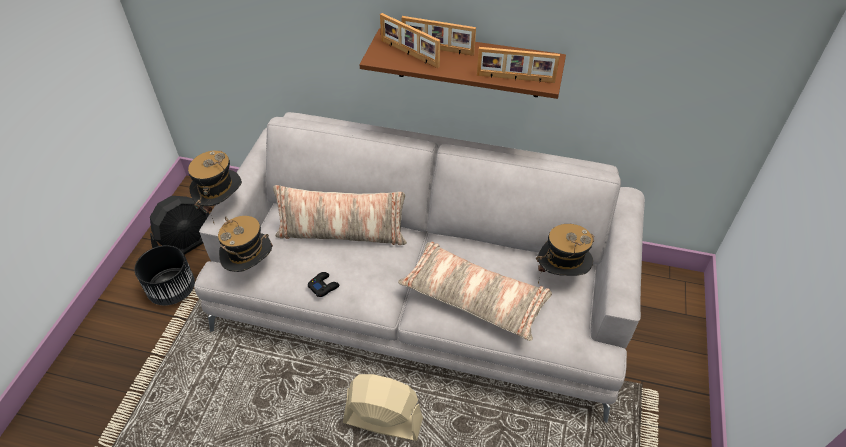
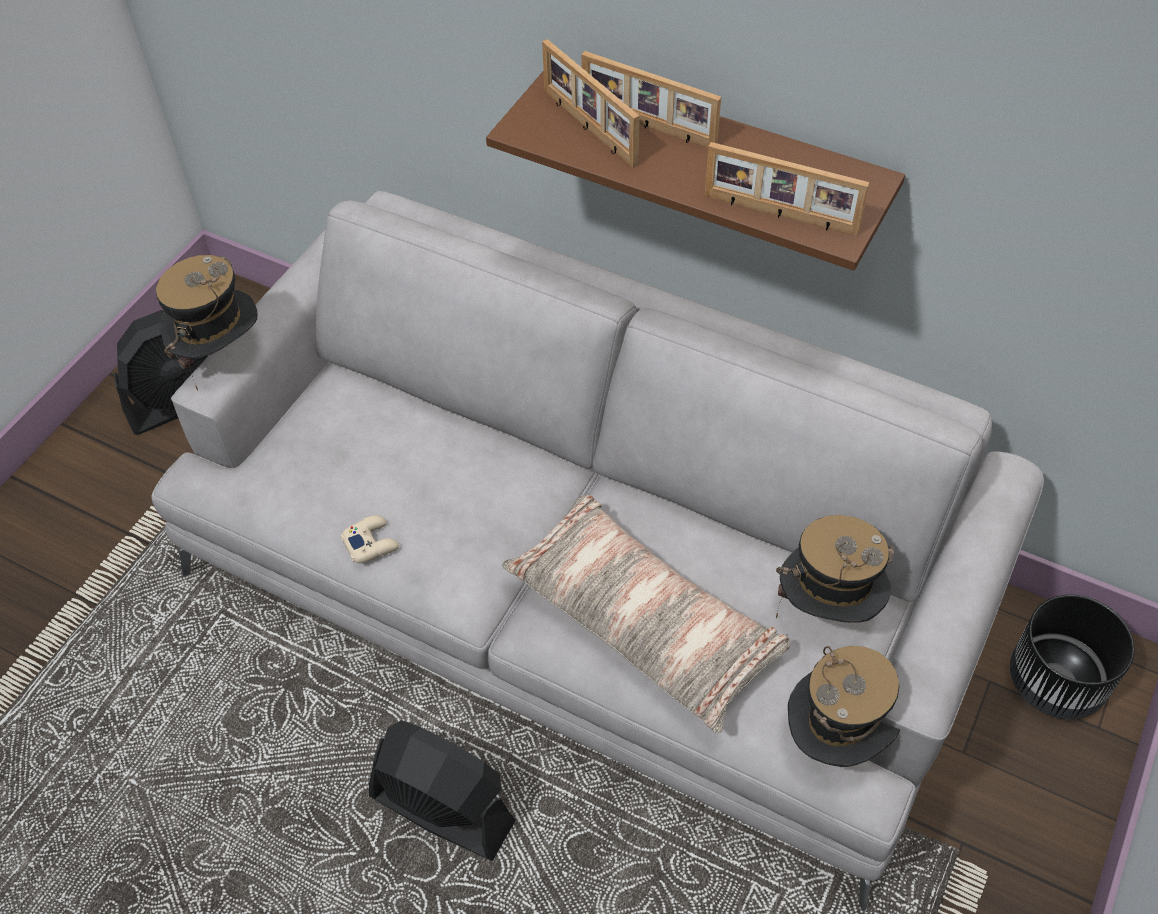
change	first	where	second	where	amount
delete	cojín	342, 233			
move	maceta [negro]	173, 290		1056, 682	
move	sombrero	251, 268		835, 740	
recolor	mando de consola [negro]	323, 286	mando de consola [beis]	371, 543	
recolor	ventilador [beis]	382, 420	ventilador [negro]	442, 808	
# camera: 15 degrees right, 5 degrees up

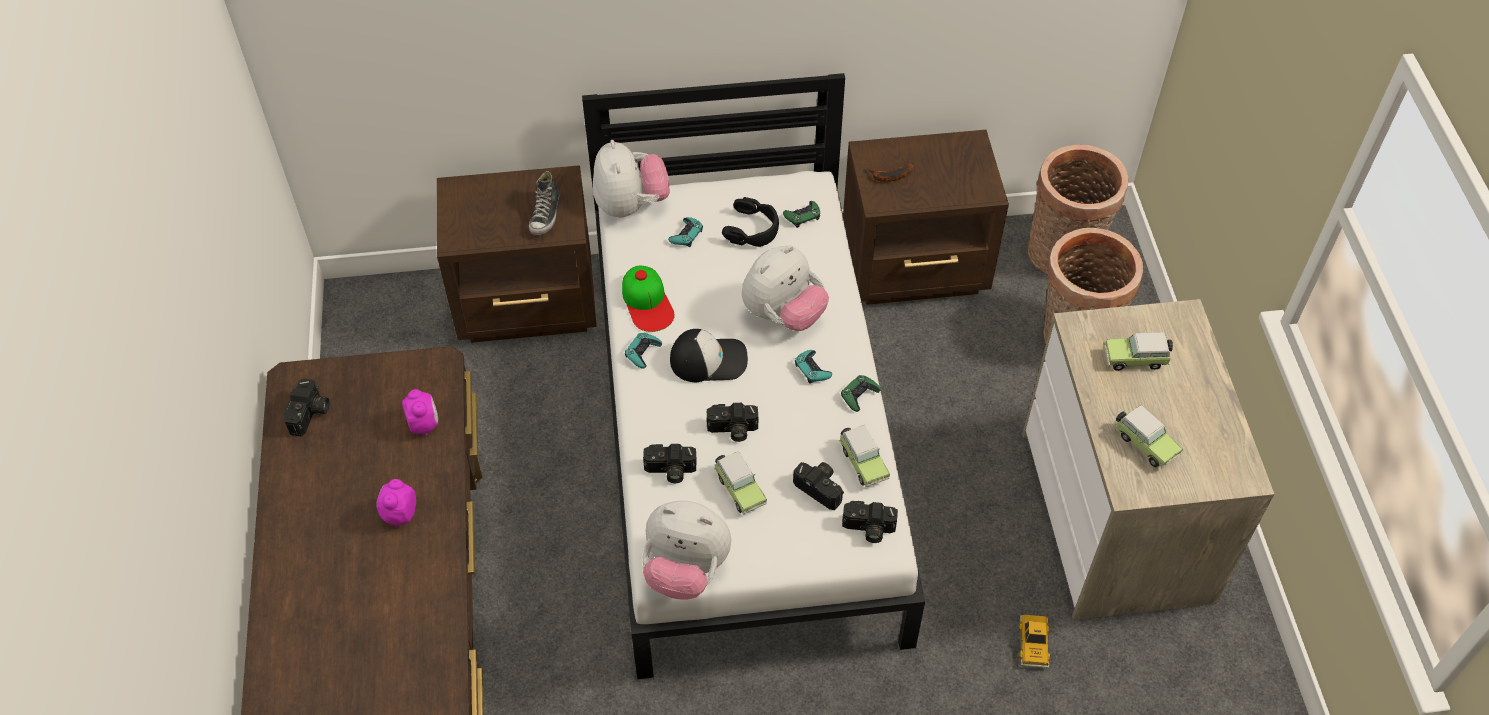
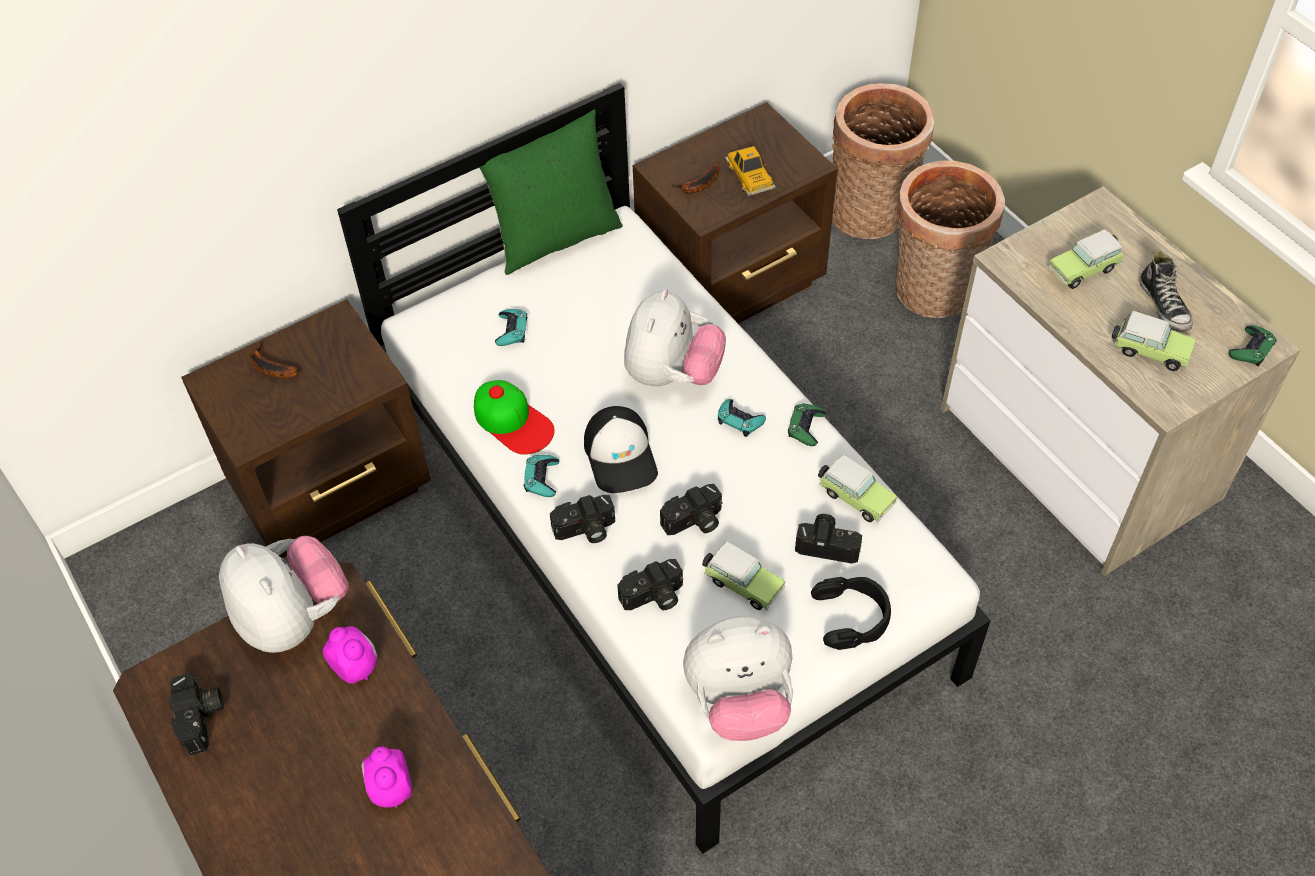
change	first	where	second	where	amount
insert			plátano	269, 367	
insert			cojín [verde]	554, 237	
move	zapato	545, 215		1164, 306	
move	peluche	631, 205		294, 618	
move	auriculares [negro]	752, 229		852, 617	
move	mando de consola [verde]	802, 216		1251, 349	
move	cámara	868, 529		585, 531	
move	coche de juguete	1033, 644		750, 176	
rotate	gorra	709, 359		621, 456	105 degrees clockwise
# camera: 25 degrees left, 0 degrees up

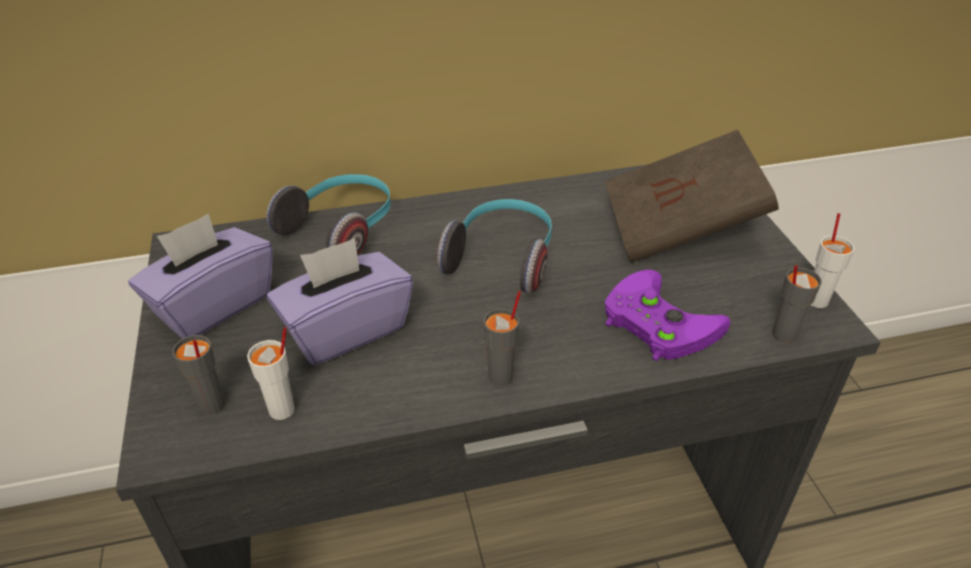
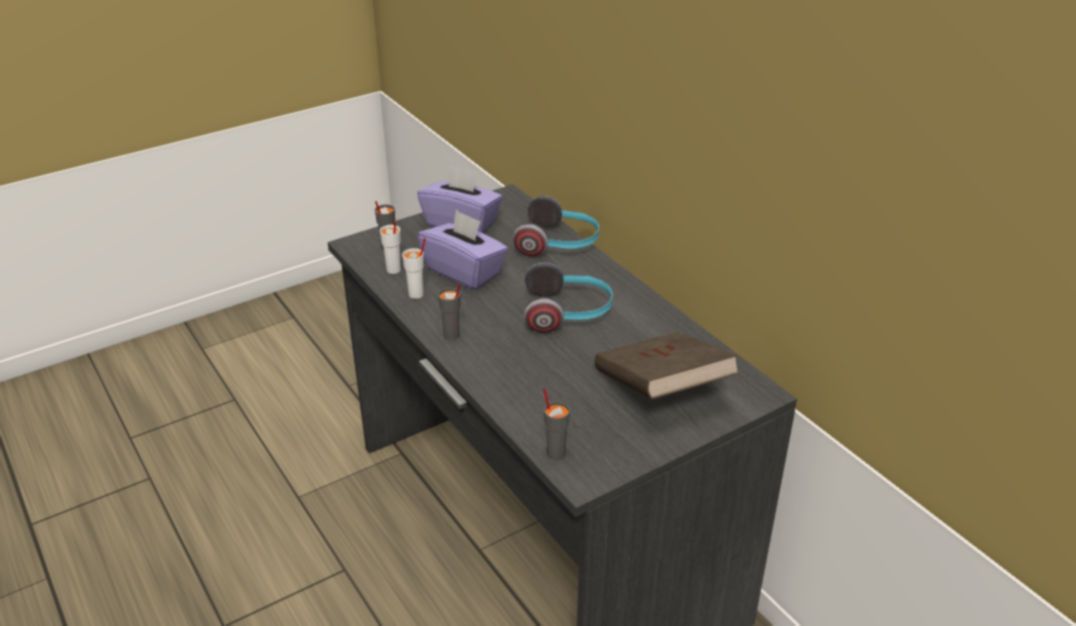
change	first	where	second	where	amount
delete	mando de consola [morado]	655, 321			
move	taza [blanco]	817, 300		416, 294	
# camera: 70 degrees right, 5 degrees down

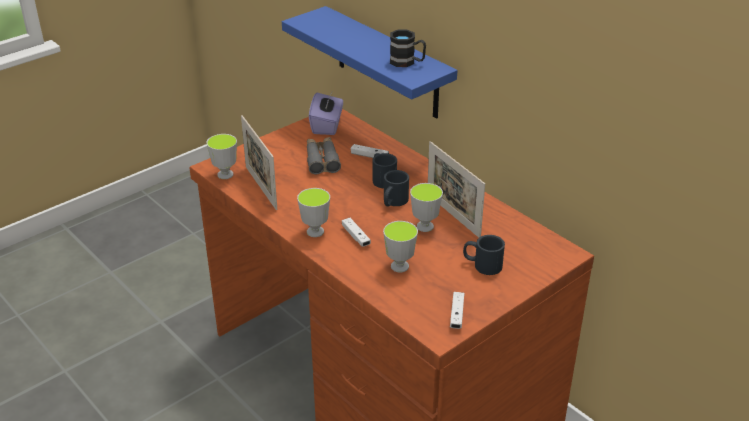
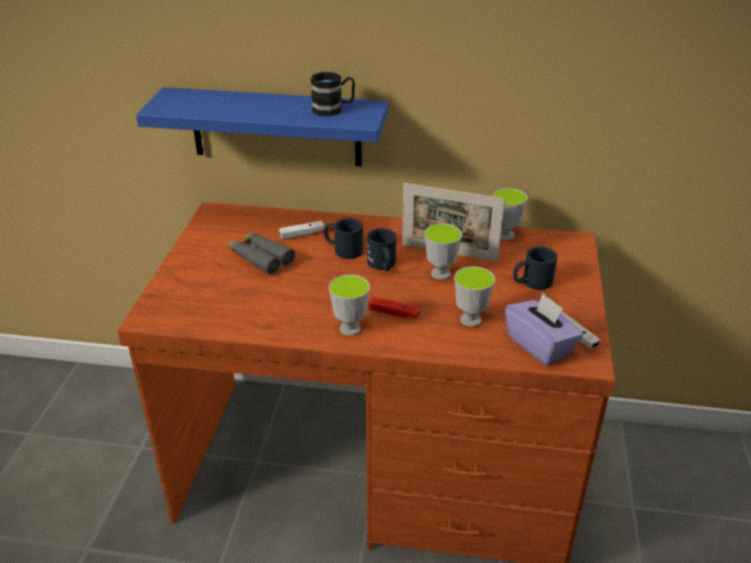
change	first	where	second	where	amount
delete	portarretratos	261, 187			
move	taza	225, 174		505, 235	
move	caja de pañuelos [morado]	327, 125		540, 345	
recolor	mando de consola [blanco]	356, 236	mando de consola [rojo]	394, 313	
# camera: 40 degrees left, 0 degrees up

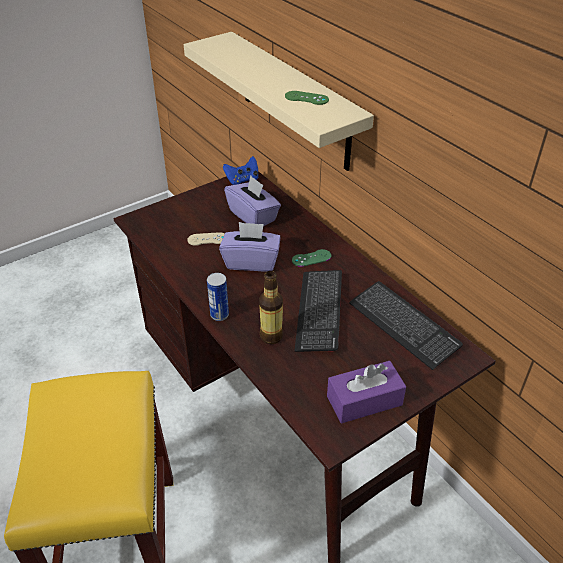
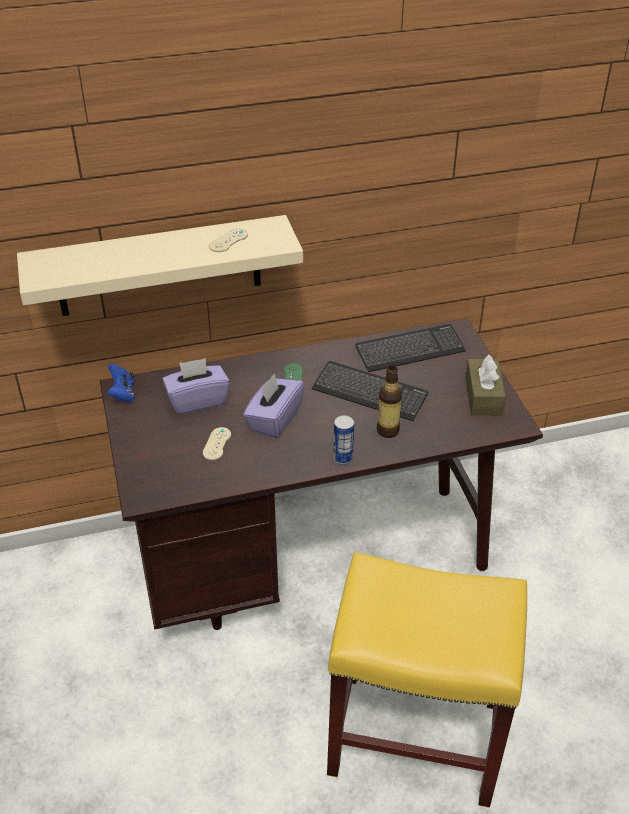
change	first	where	second	where	amount
recolor	mando de consola [verde]	306, 98	mando de consola [beis]	228, 240	
recolor	caja de pañuelos [morado]	364, 400	caja de pañuelos [marrón]	483, 396	
# camera: 70 degrees left, 0 degrees up

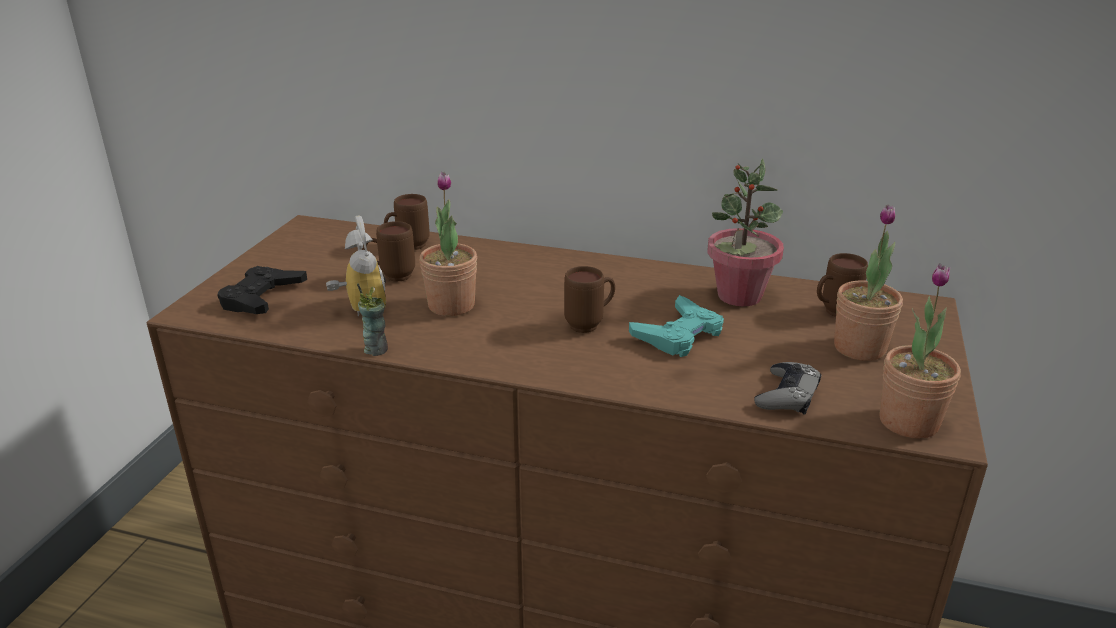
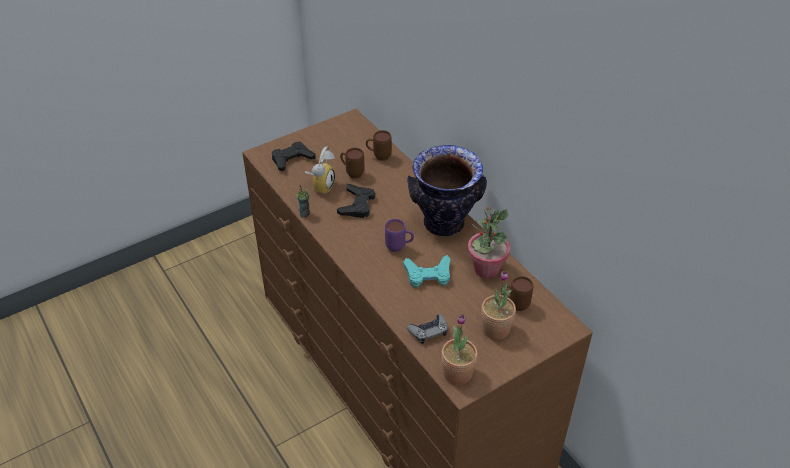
change	first	where	second	where	amount
insert			florero	444, 224	
replace	planta en maceta	451, 305	mando de consola [negro]	357, 204	
recolor	taza grande [marrón]	590, 324	taza grande [morado]	399, 248	
# camera: 40 degrees right, 15 degrees up

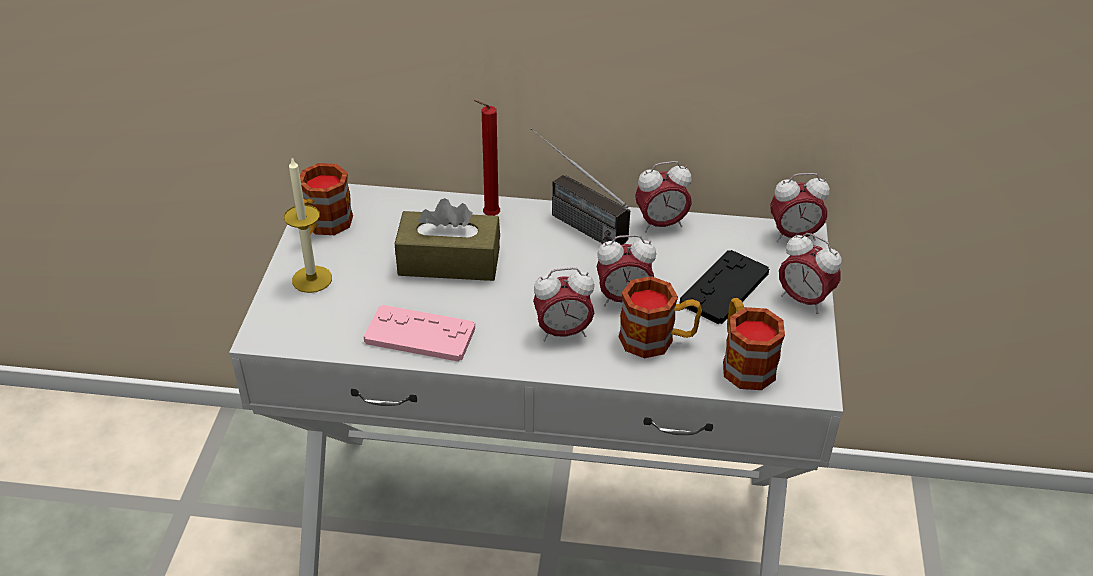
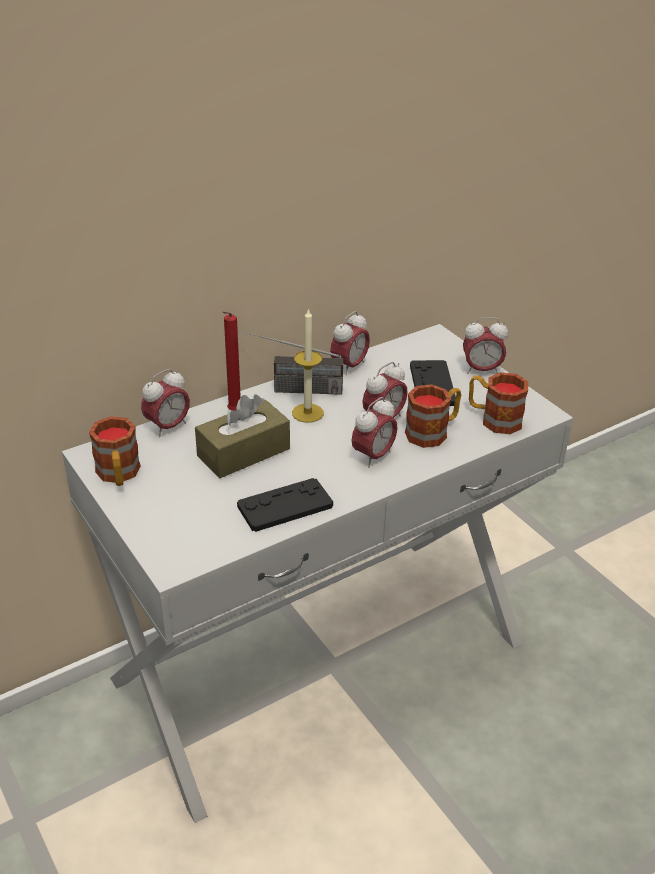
change	first	where	second	where	amount
move	vela	312, 279		307, 413	
move	despertador	793, 235		168, 427	
recolor	mando de consola [rosa]	420, 335	mando de consola [negro]	285, 506	
# camera: 40 degrees left, 5 degrees down

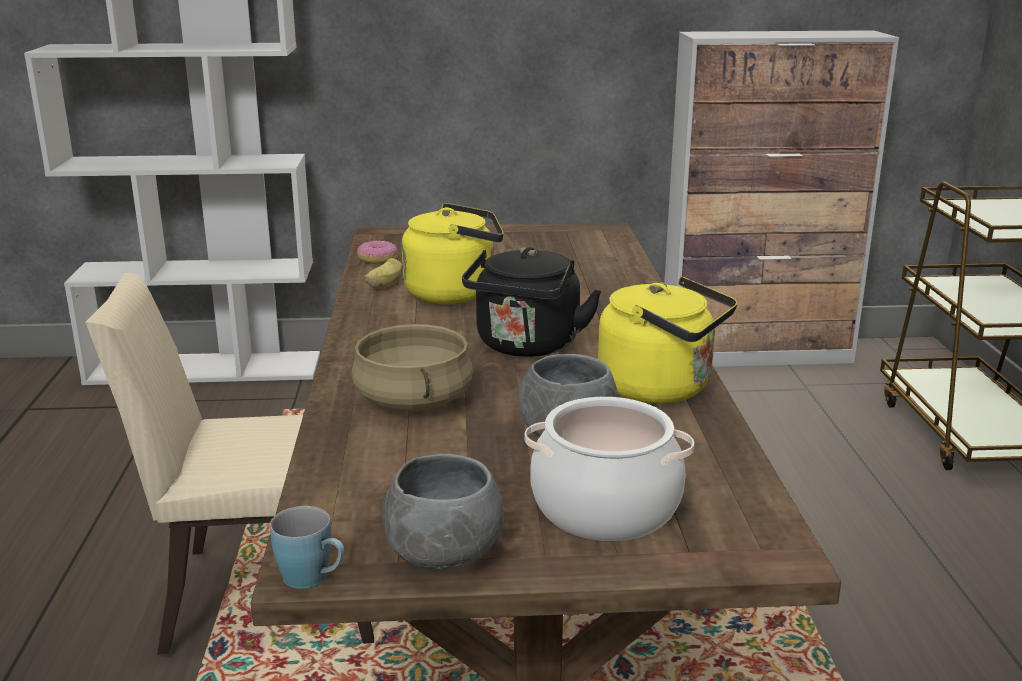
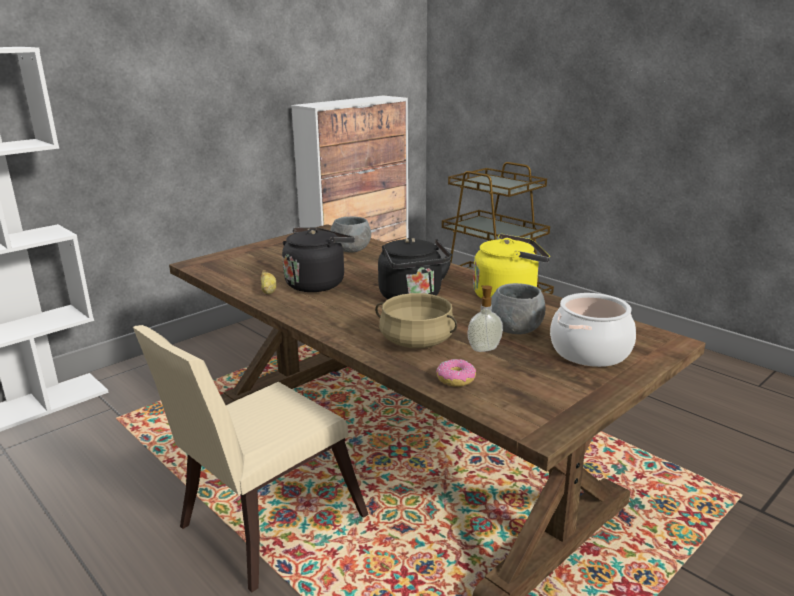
change	first	where	second	where	amount
delete	taza grande [azul]	314, 579			
insert			dispensador de jabón	483, 348	
move	rosquilla	377, 259		456, 379	
move	cuenco [gris]	443, 555		350, 250	
recolor	hervidor [amarillo]	455, 293	hervidor [negro]	317, 283	
# camera: 40 degrees left, 0 degrees up

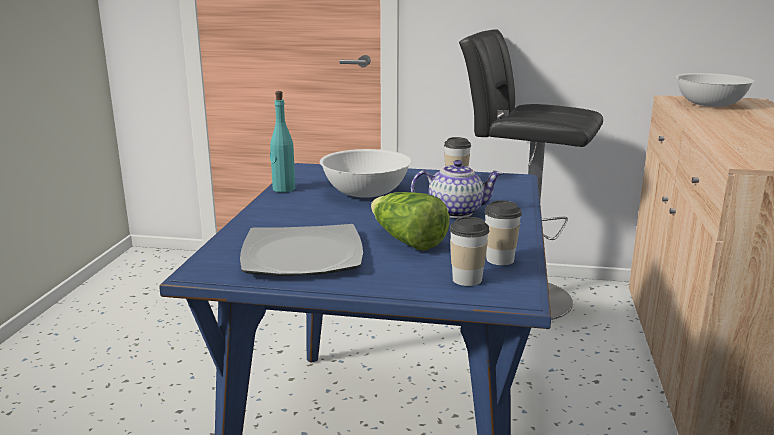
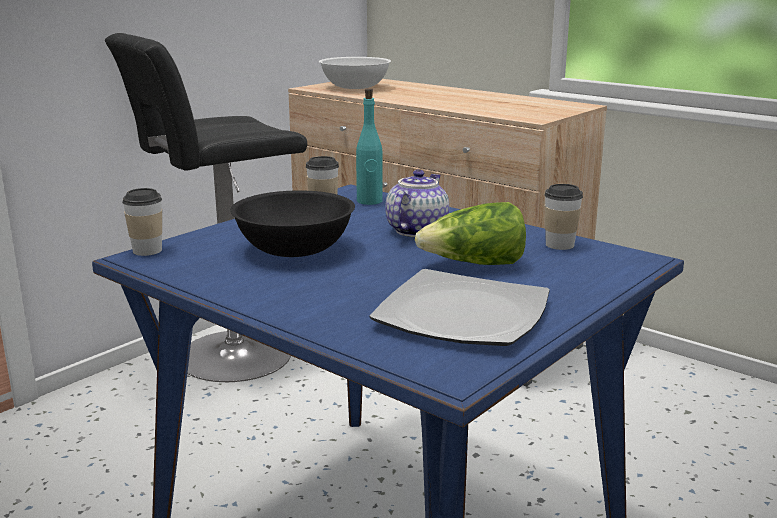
change	first	where	second	where	amount
move	botella [turquesa]	283, 189		369, 201	
move	taza	467, 279		147, 250	
recolor	cuenco [blanco]	366, 192	cuenco [negro]	294, 249	
# camera: 60 degrees left, 0 degrees up

